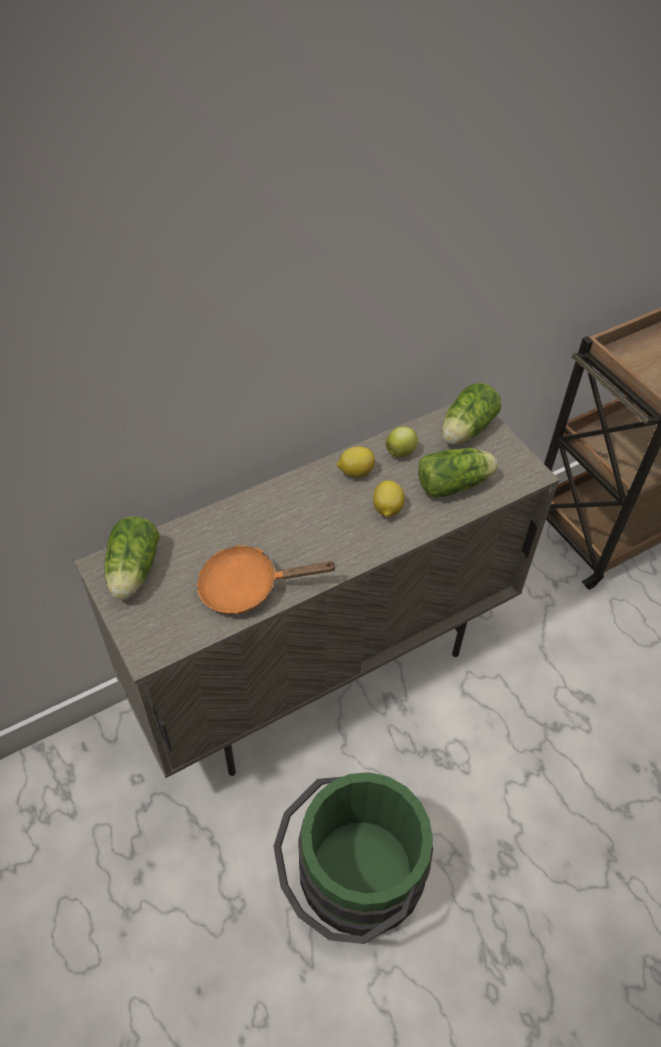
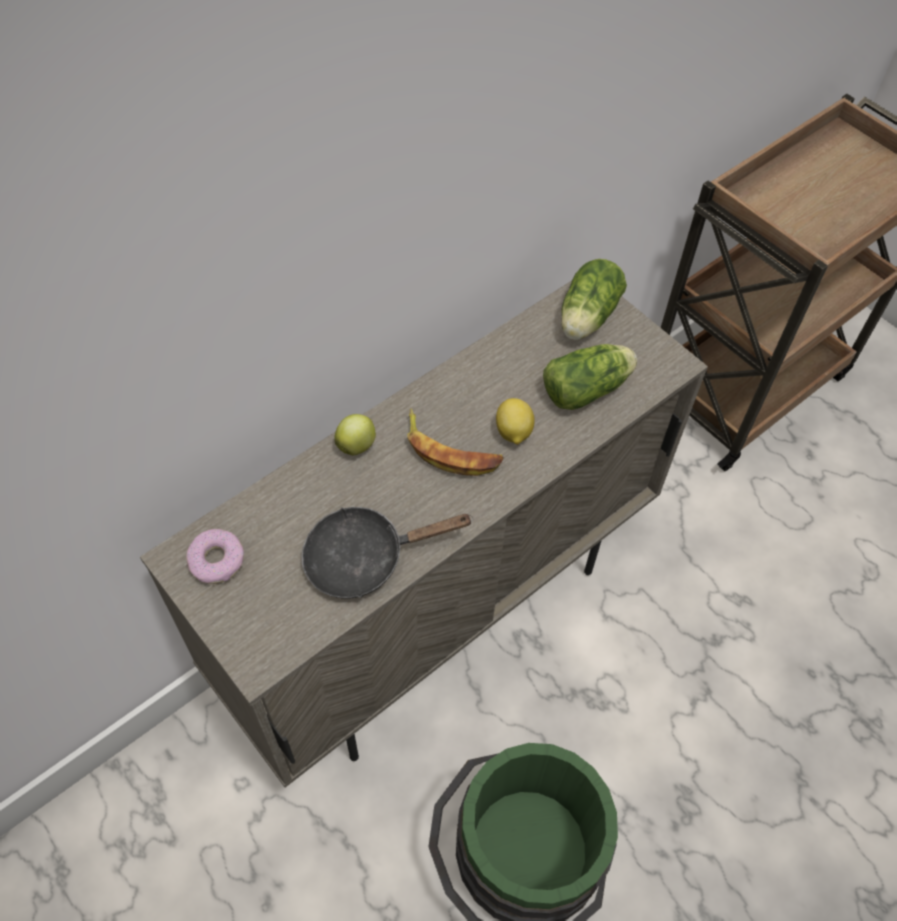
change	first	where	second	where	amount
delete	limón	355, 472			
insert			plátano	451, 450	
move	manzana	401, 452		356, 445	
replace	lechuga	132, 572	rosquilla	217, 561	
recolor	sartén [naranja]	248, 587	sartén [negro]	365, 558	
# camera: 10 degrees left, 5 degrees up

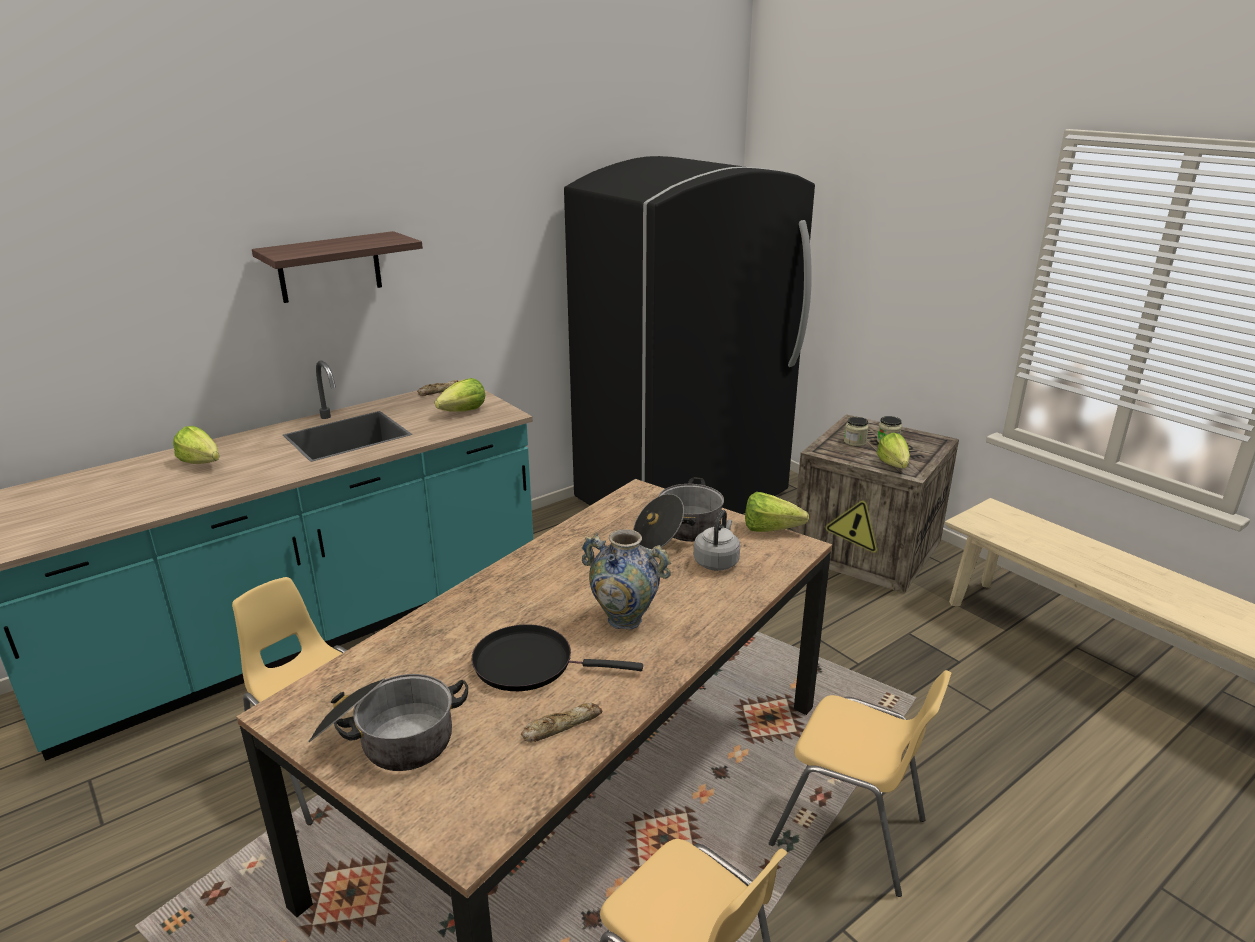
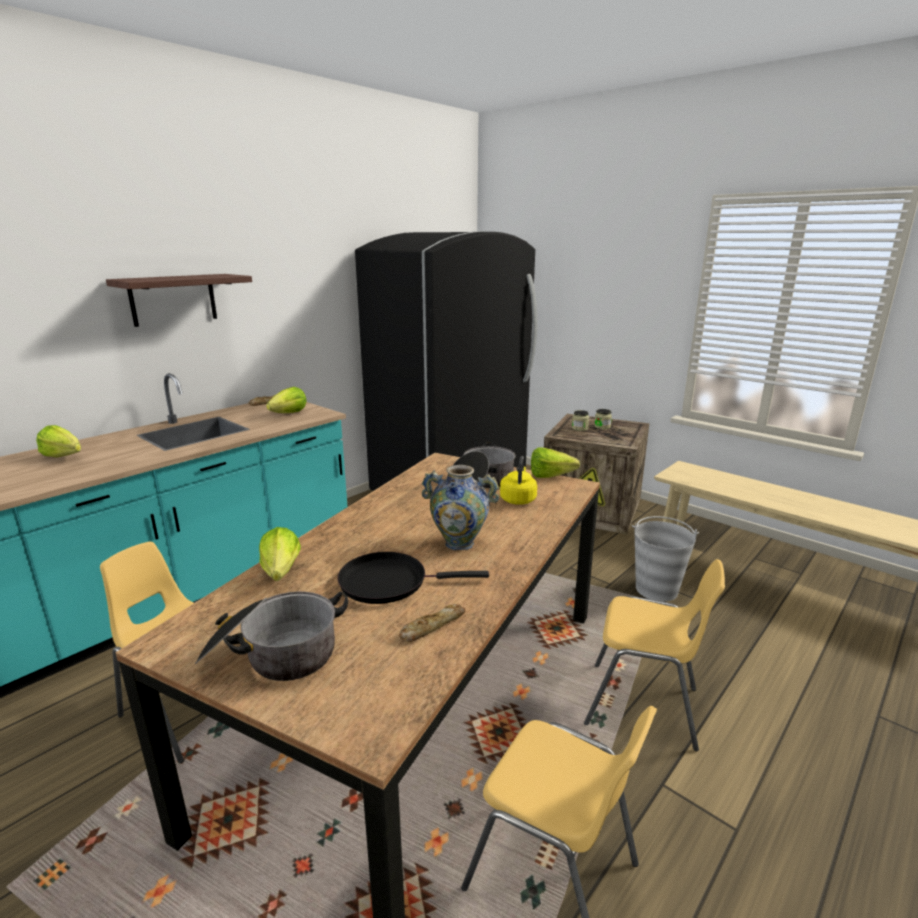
change	first	where	second	where	amount
insert			cubo [gris]	656, 589	
move	lechuga	894, 467		279, 576	
recolor	hervidor [gris]	717, 561	hervidor [amarillo]	518, 499	
# camera: 10 degrees left, 5 degrees down

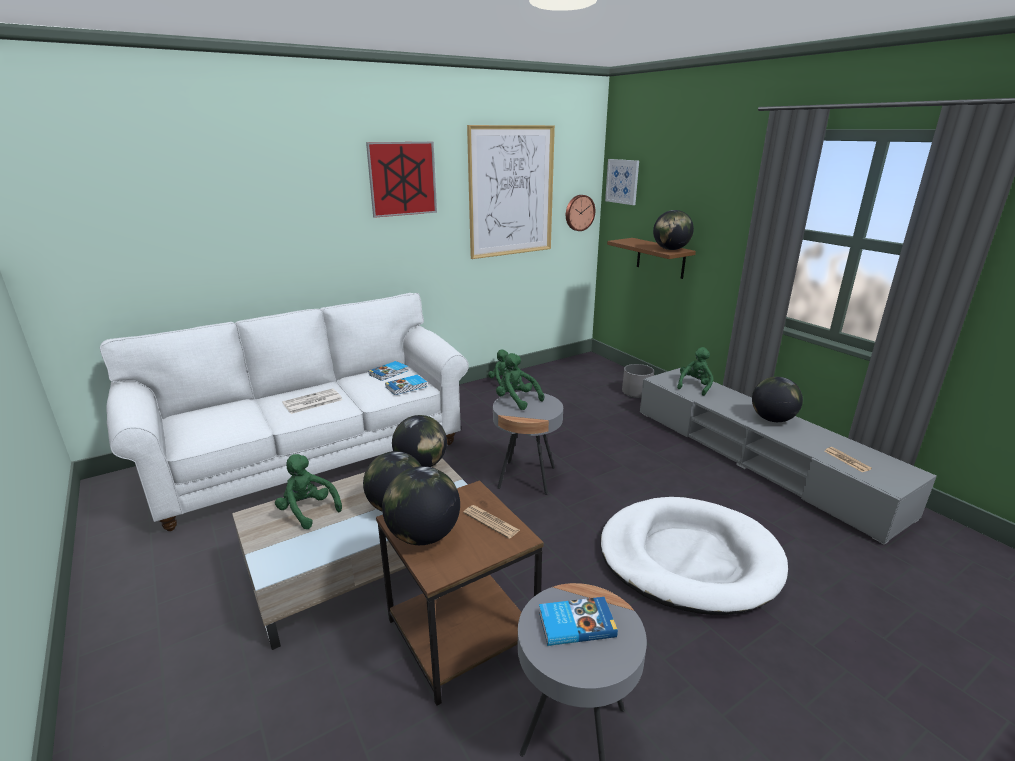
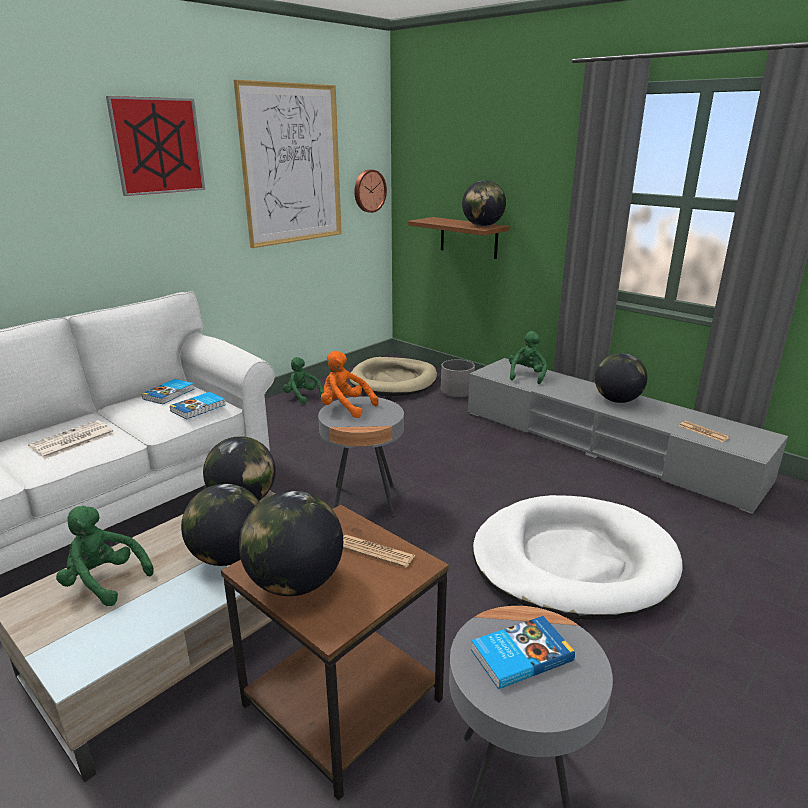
change	first	where	second	where	amount
delete	cuadro	622, 181			
insert			cama para perro [beis]	394, 381	
recolor	peluche [verde]	516, 400	peluche [naranja]	345, 408	
# camera: 15 degrees left, 0 degrees up

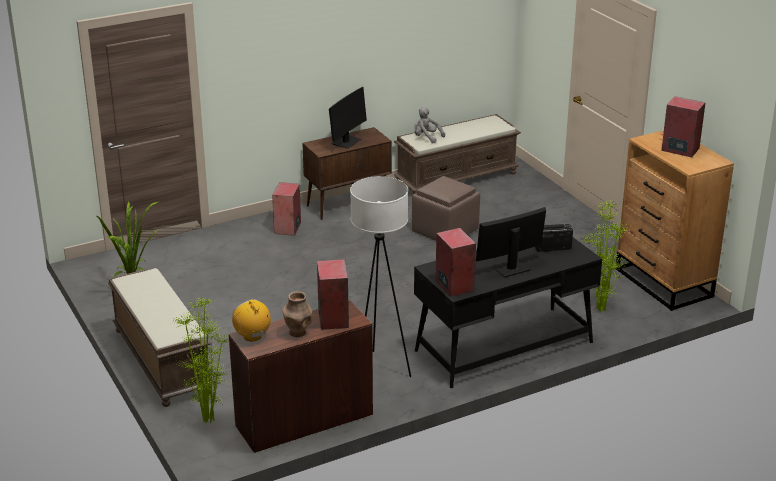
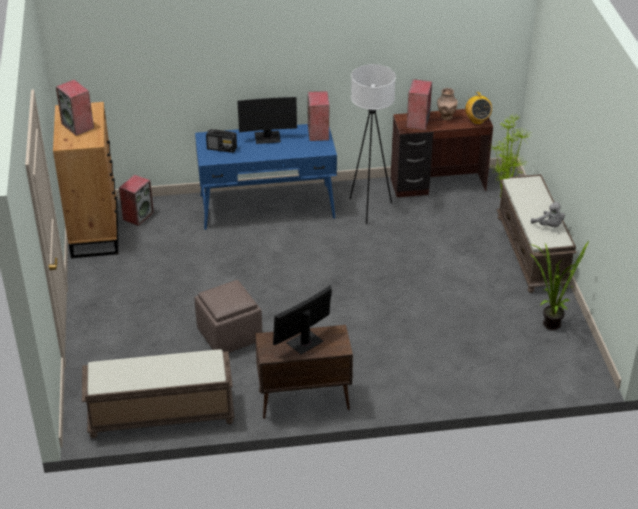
change	first	where	second	where	amount
delete	planta en maceta	600, 310			
move	altavoz	288, 228		138, 216	
move	peluche [gris]	427, 137		549, 226	
recolor	escritorio [negro]	503, 346	escritorio [azul]	267, 206	
# camera: 160 degrees left, 10 degrees up

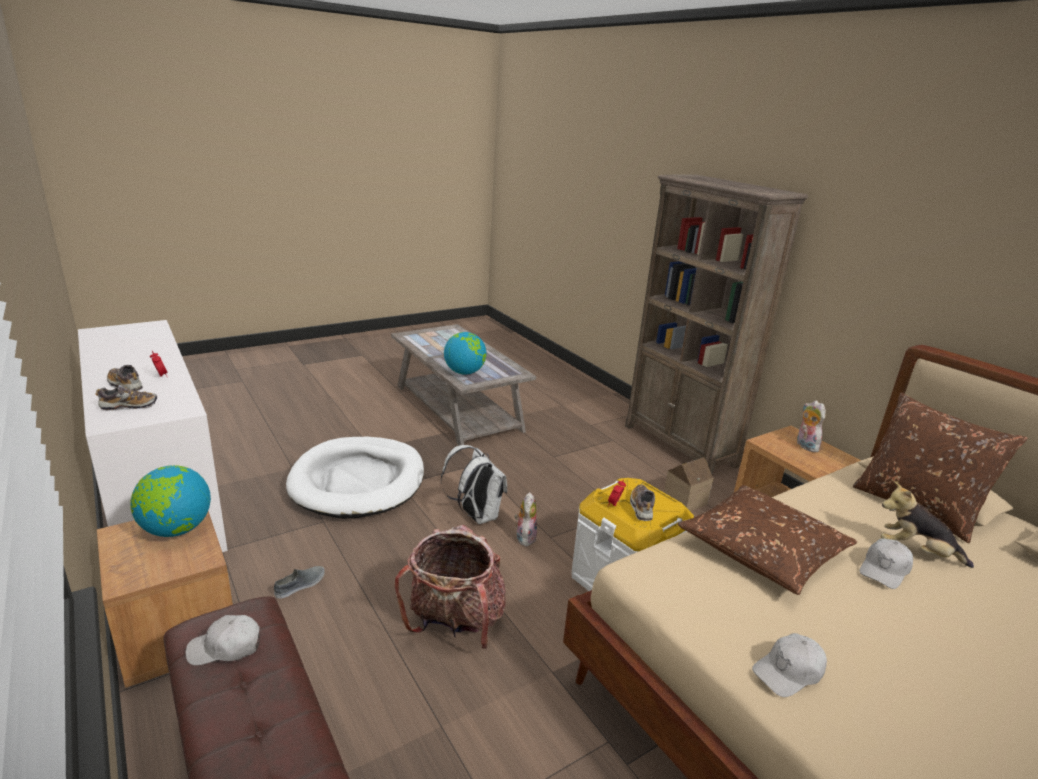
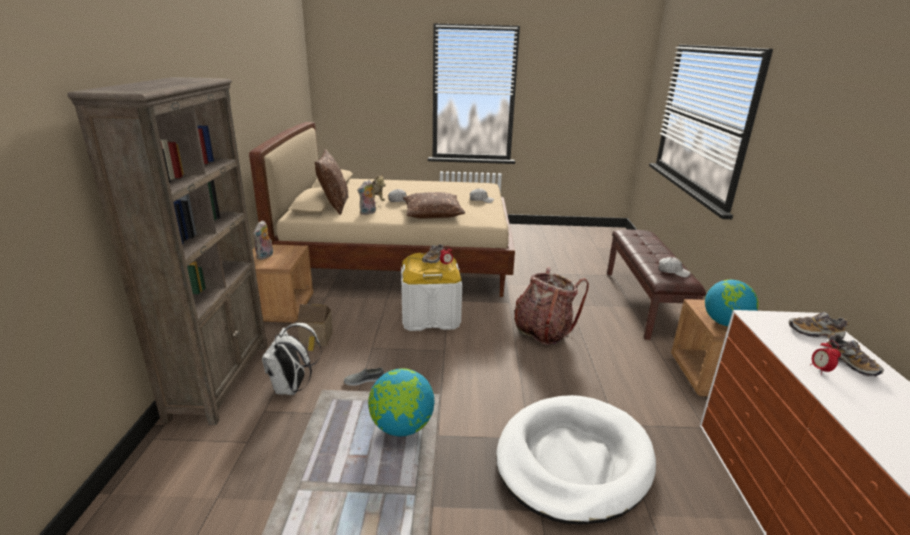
change	first	where	second	where	amount
move	zapato [gris]	300, 585		364, 380	
move	mochila [blanco]	476, 515		292, 388	
move	peluche	524, 537		368, 213	
# camera: 145 degrees left, 0 degrees up

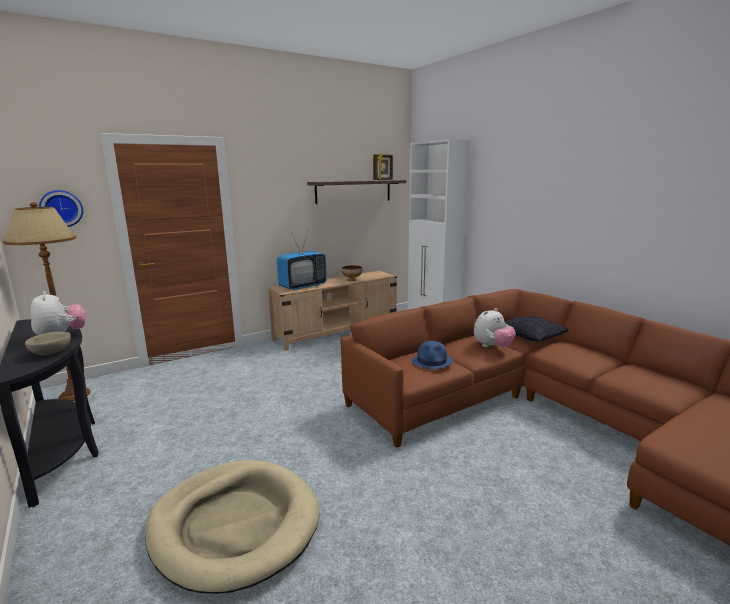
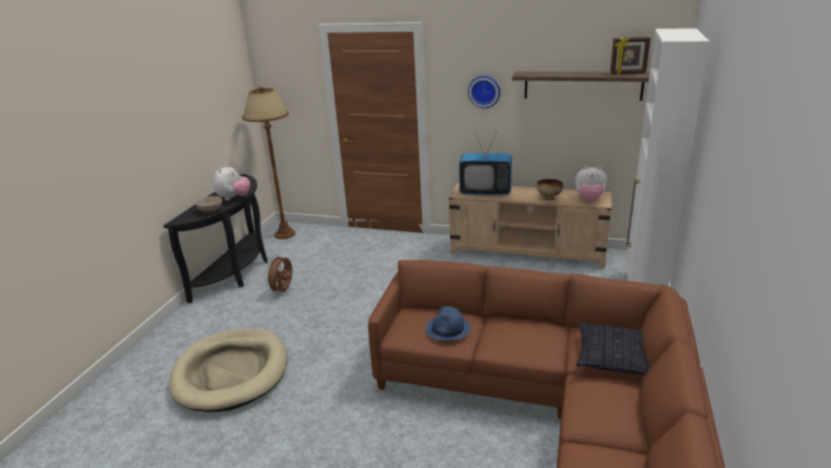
change	first	where	second	where	amount
insert			ventilador [marrón]	283, 291	
move	reloj de pared	61, 208		484, 91	
move	peluche	492, 346		589, 199	
# camera: 50 degrees right, 10 degrees up

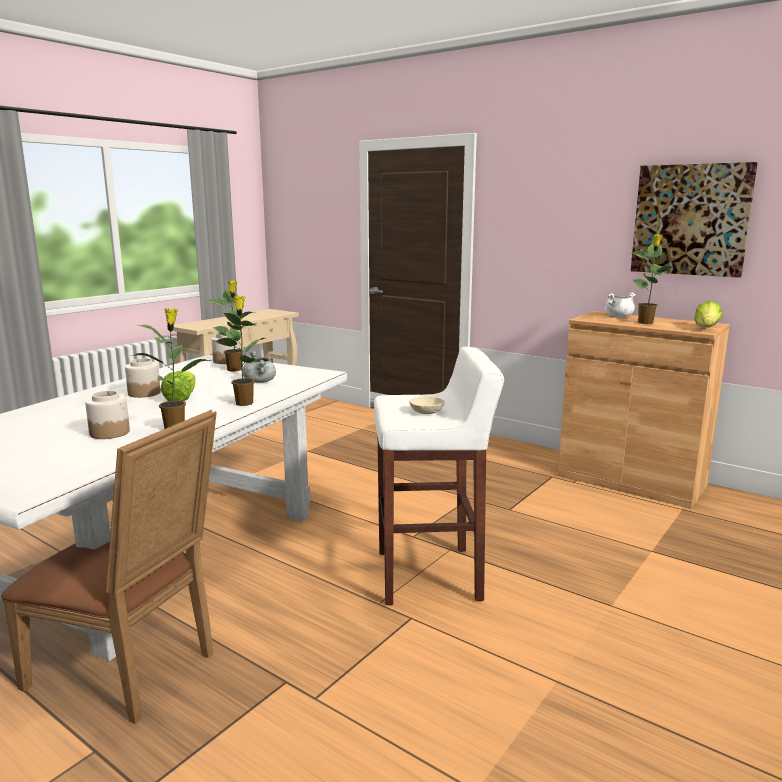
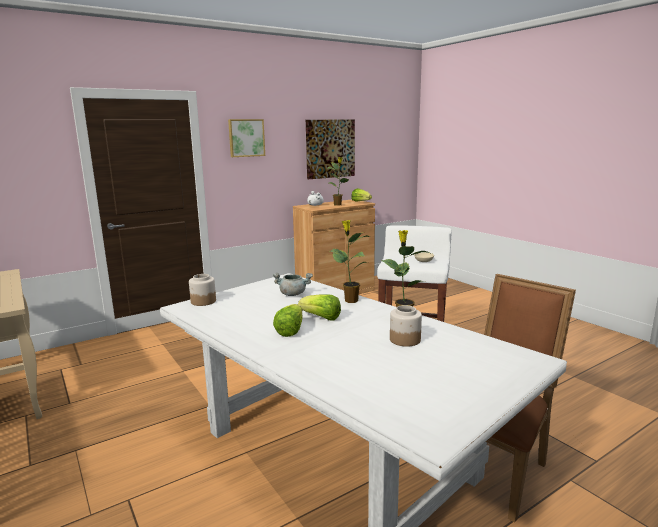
change	first	where	second	where	amount
delete	planta en maceta	235, 369			
insert			cuadro	246, 138	
replace	tarro	144, 393	lechuga	290, 330	
# camera: 70 degrees left, 0 degrees up

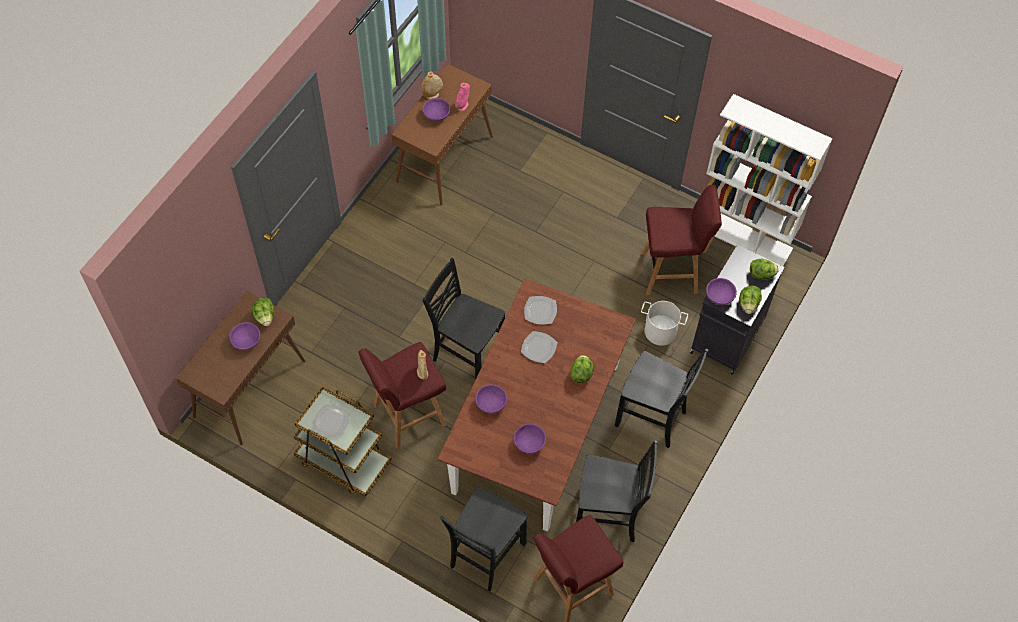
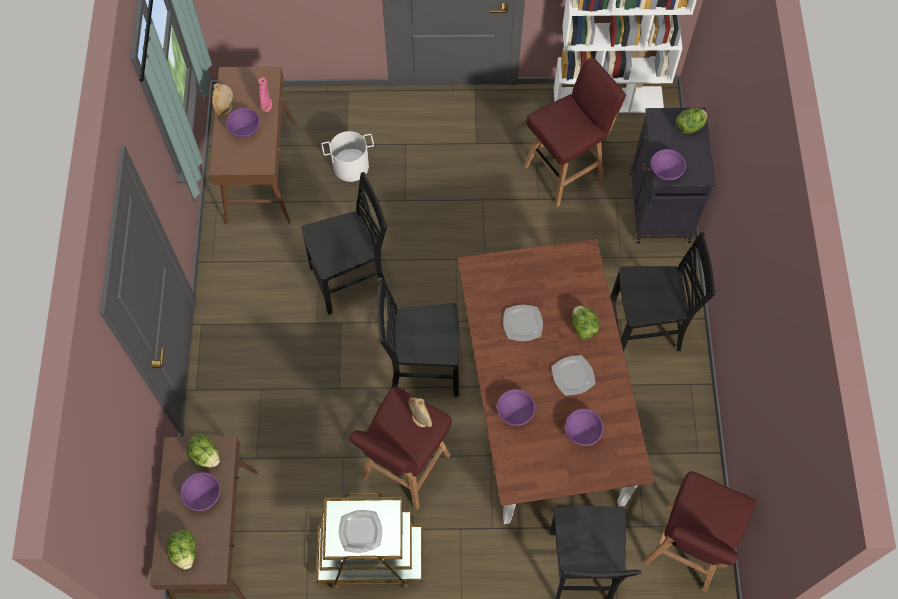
change	first	where	second	where	amount
move	plato	540, 311		573, 376	
move	silla [negro]	608, 516		351, 280	
move	cubo [blanco]	660, 330		350, 165	
move	lechuga	748, 304		184, 552	
# camera: 30 degrees left, 5 degrees up

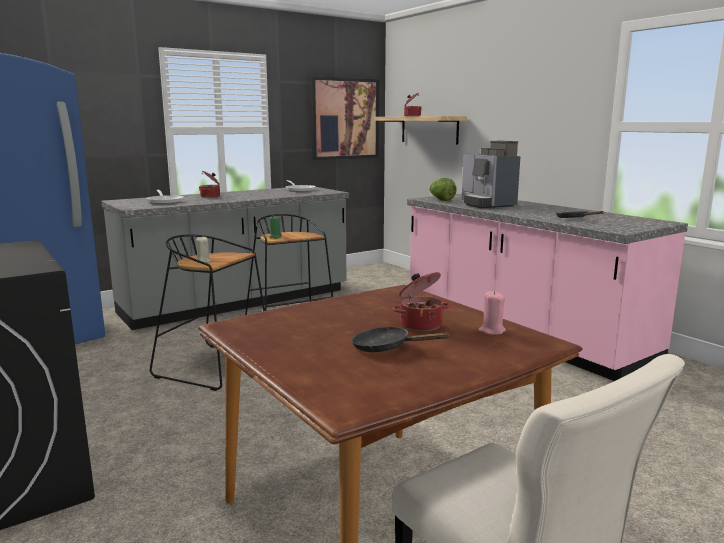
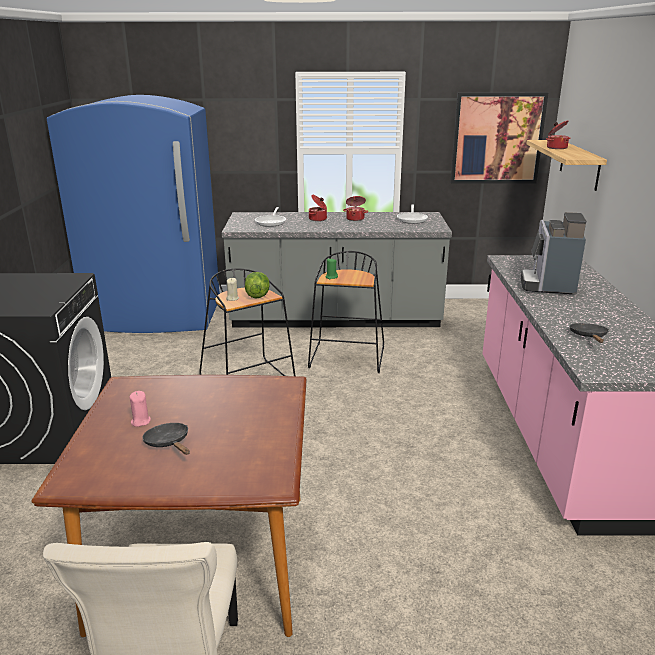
change	first	where	second	where	amount
move	olla	420, 324		355, 218	
move	lechuga	441, 200		257, 295	
move	vela [rosa]	491, 331		140, 421	
# camera: 35 degrees right, 10 degrees up

